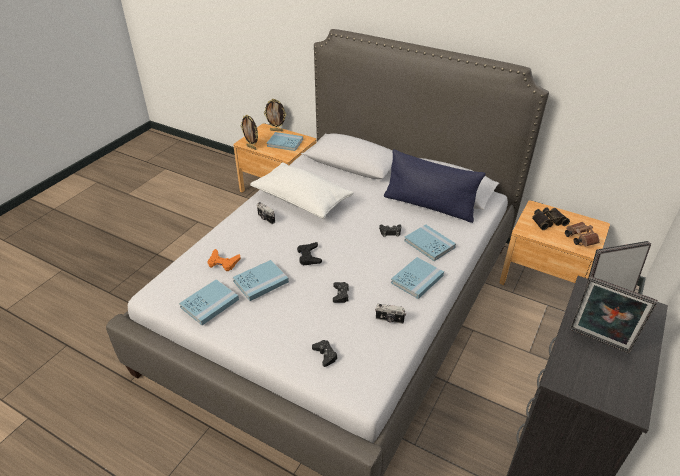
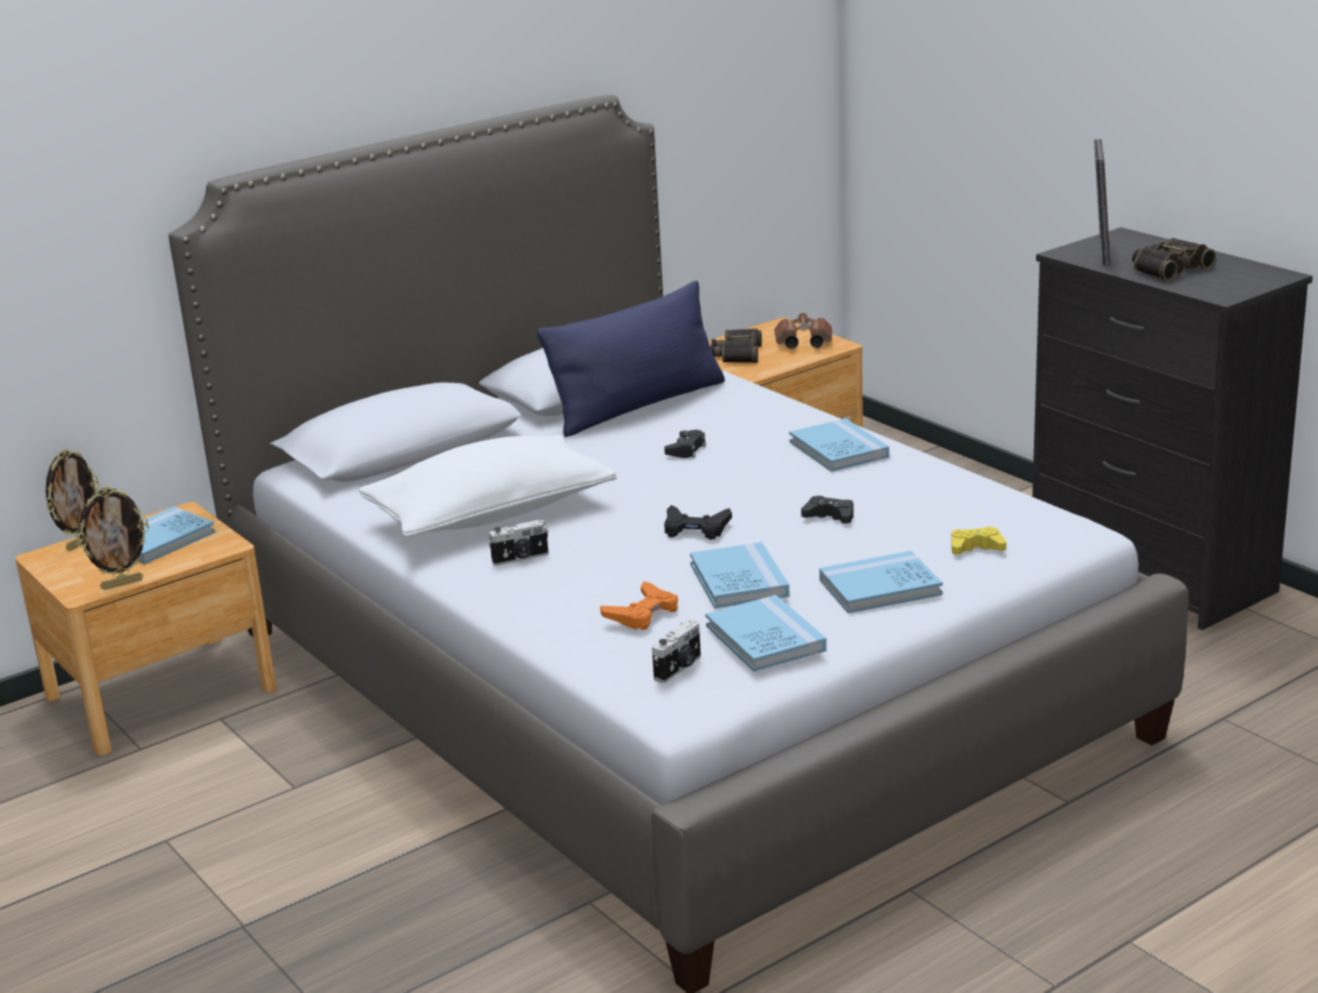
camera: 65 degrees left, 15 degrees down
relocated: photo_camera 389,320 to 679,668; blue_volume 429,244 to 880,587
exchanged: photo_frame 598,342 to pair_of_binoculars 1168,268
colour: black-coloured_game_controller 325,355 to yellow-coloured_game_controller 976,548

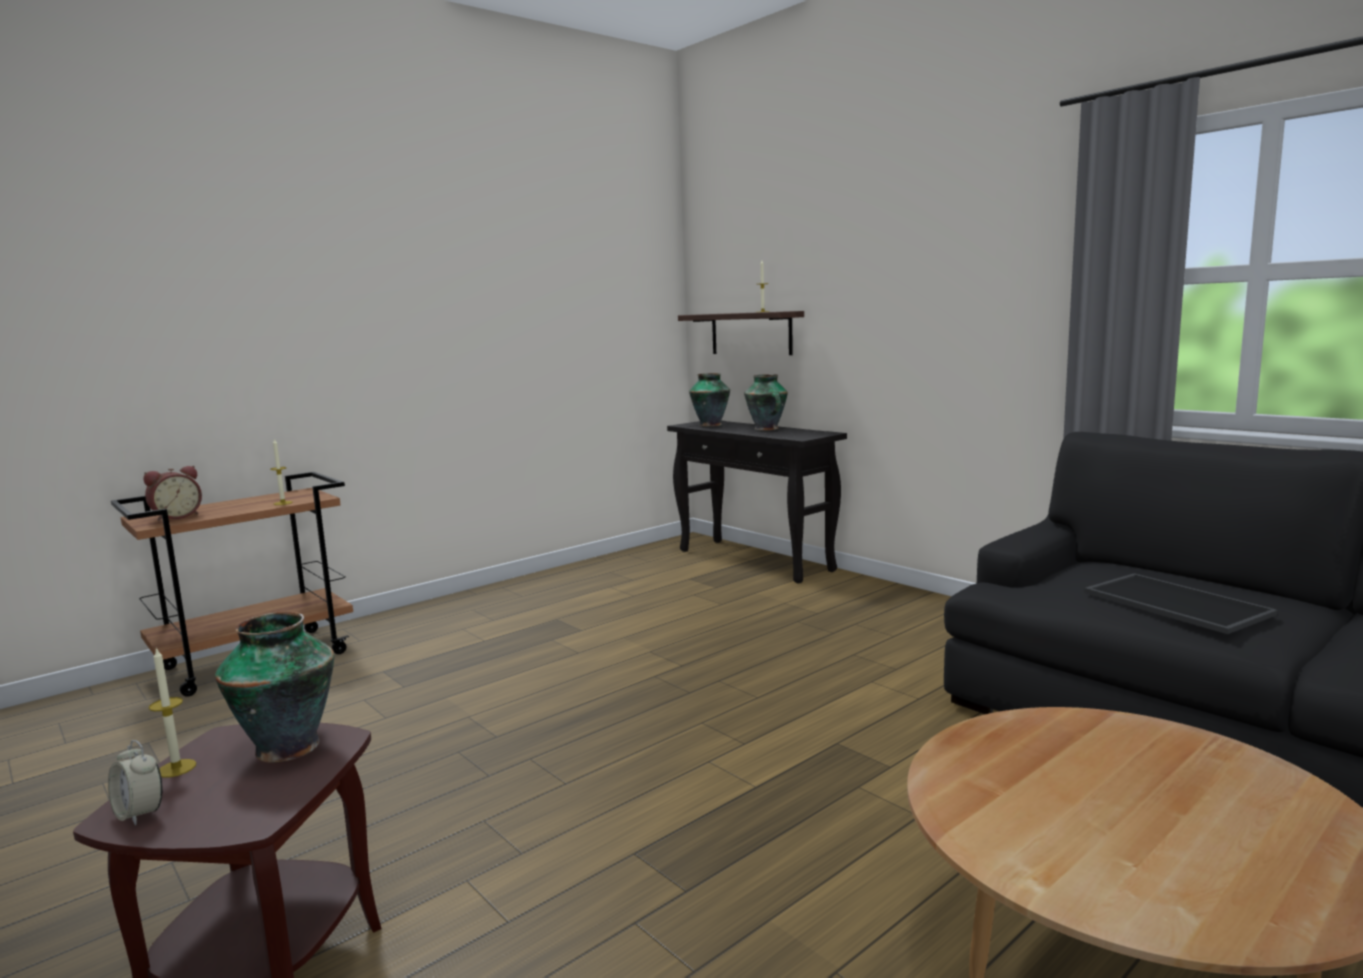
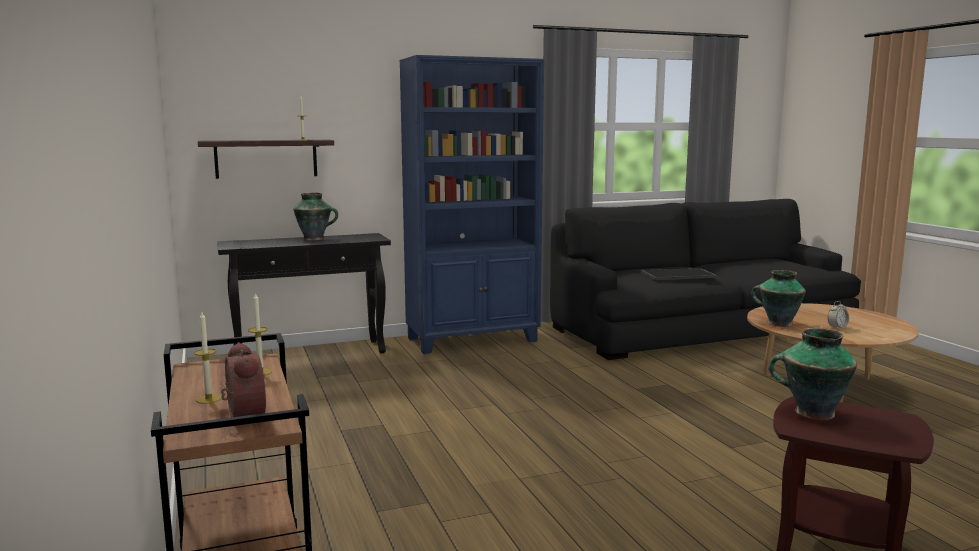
camera: 70 degrees left, 0 degrees up
appeared: blue_shelving_unit 473,340
relocated: table_clock 139,814 to 837,327; candle 176,768 to 208,399; flower_vase 711,425 to 778,323

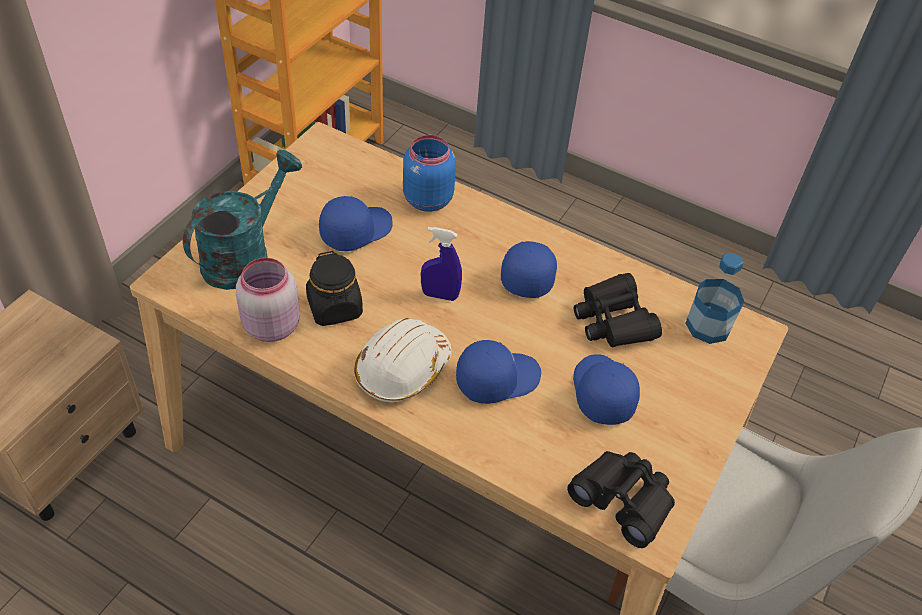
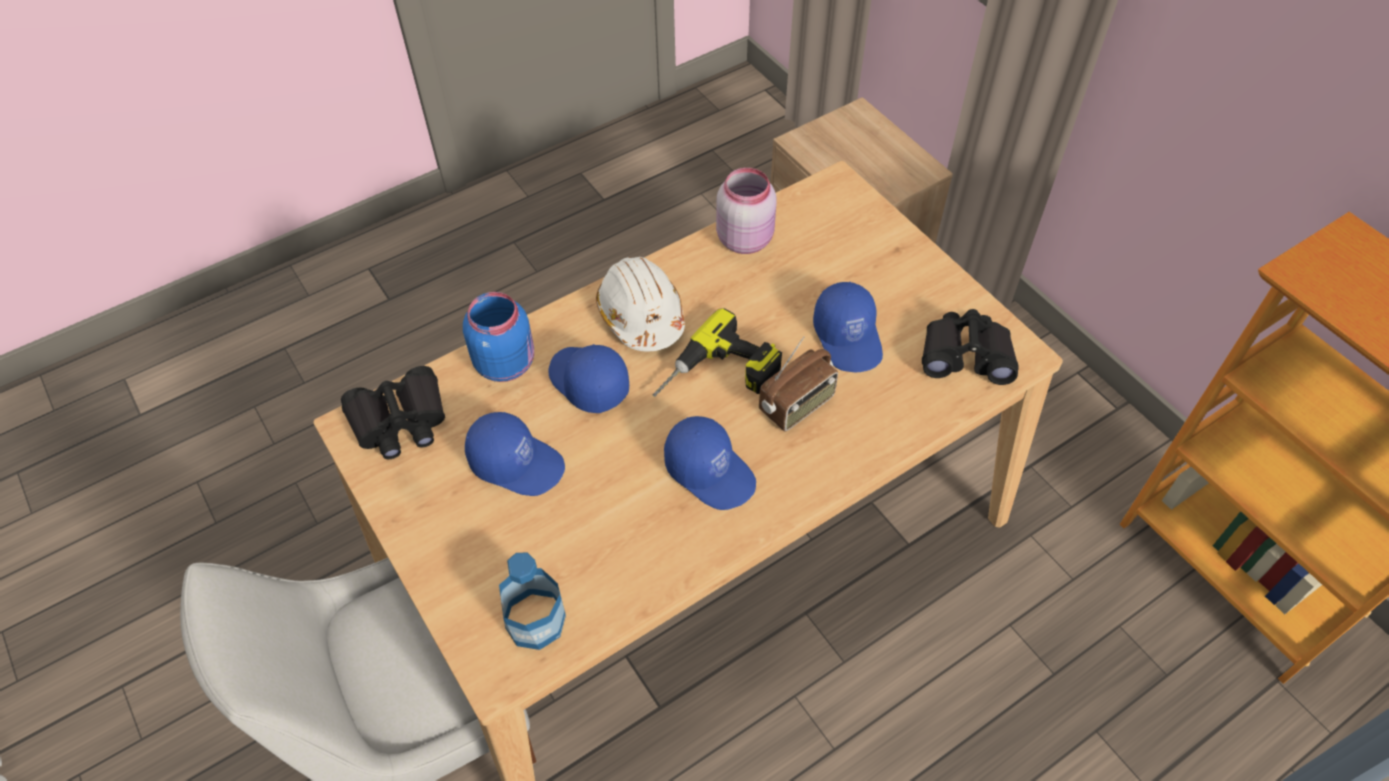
camera: 120 degrees right, 5 degrees up
missing: blue-green_watering_pot 244,256; black-coloured_preserve_jar 335,308
appeared: radio_receiver 797,405
relocated: blue_preserve_jar 426,199 to 506,362; black-coloured_pair_of_binoculars 613,320 to 966,355
exchanged: blue_sprayer 440,295 to electric_drill 718,377
spun: blue_baseball_cap 497,378 = 587,383 135 degrees clockwise

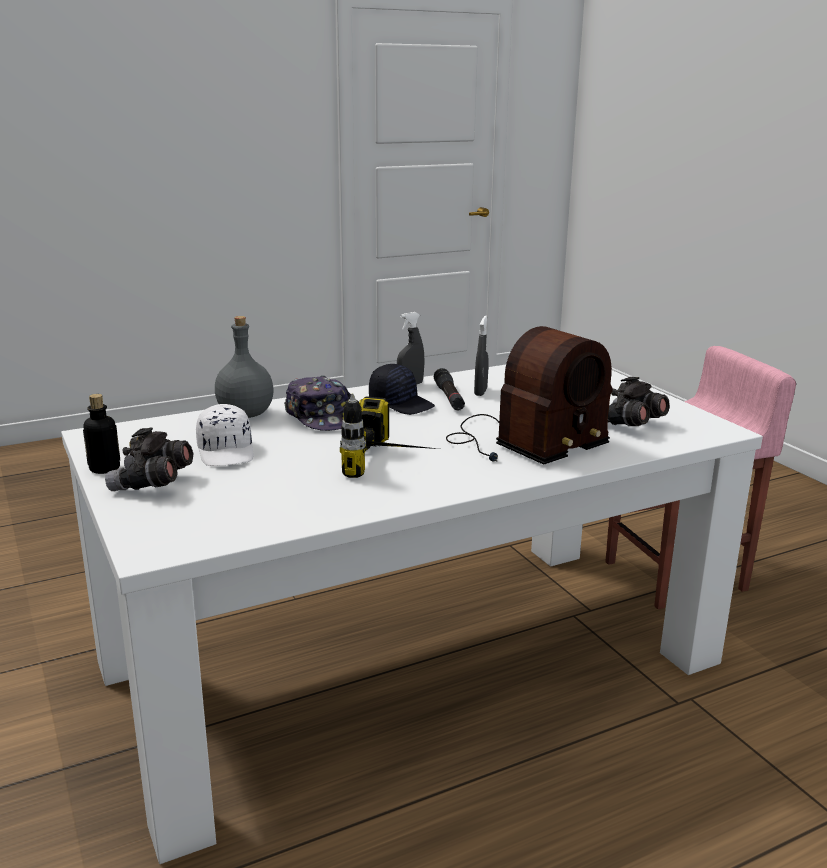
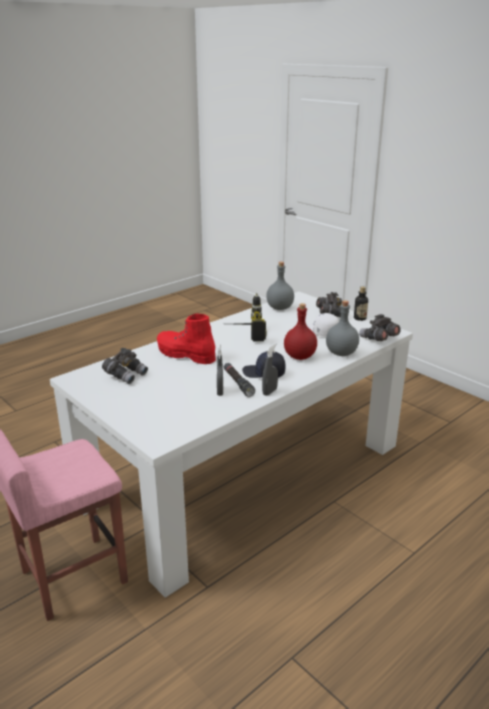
camera: 165 degrees right, 5 degrees up
appeared: greyish_drink_bottle 280,308; greyish_pair_of_binoculars 378,339
exchanged: baseball_cap 321,417 to red-coloured_drink_bottle 300,357; radio_receiver 523,442 to red-coloured_high-top_boot 185,355

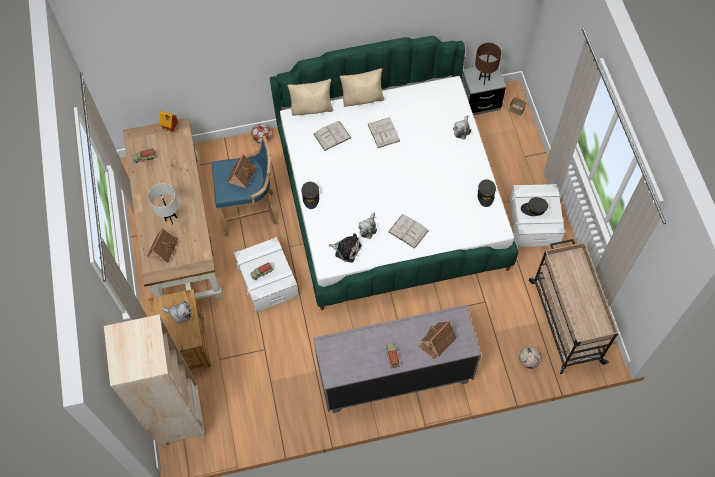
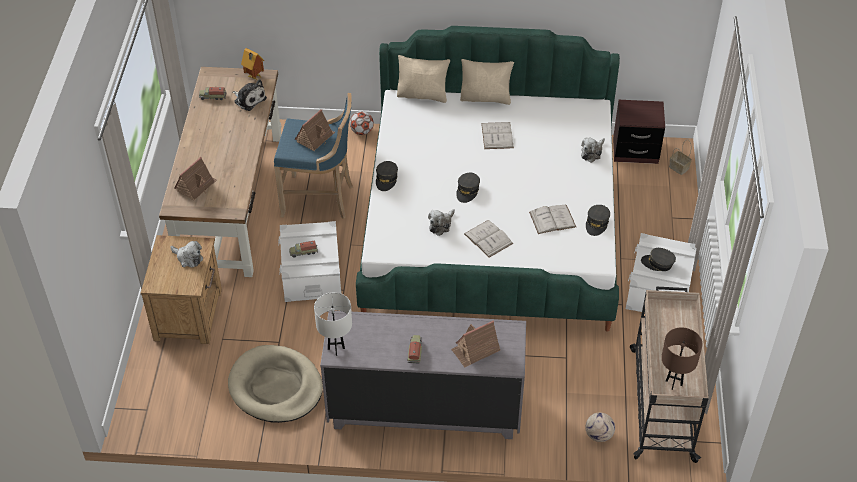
camera: 15 degrees right, 15 degrees down
missing: sand-coloured_shelving_unit 180,418
appeared: sand-coloured_pet_bed 276,387; greyish_baseball_cap 467,191
relocated: whitish_table_lamp 171,219 to 336,348; whitish_volume 332,136 to 552,219; cuddly_toy 346,249 to 249,99; brownish_table_lamp 484,79 to 673,383
colour: greyish_night_table 479,102 to brownish_night_table 635,151

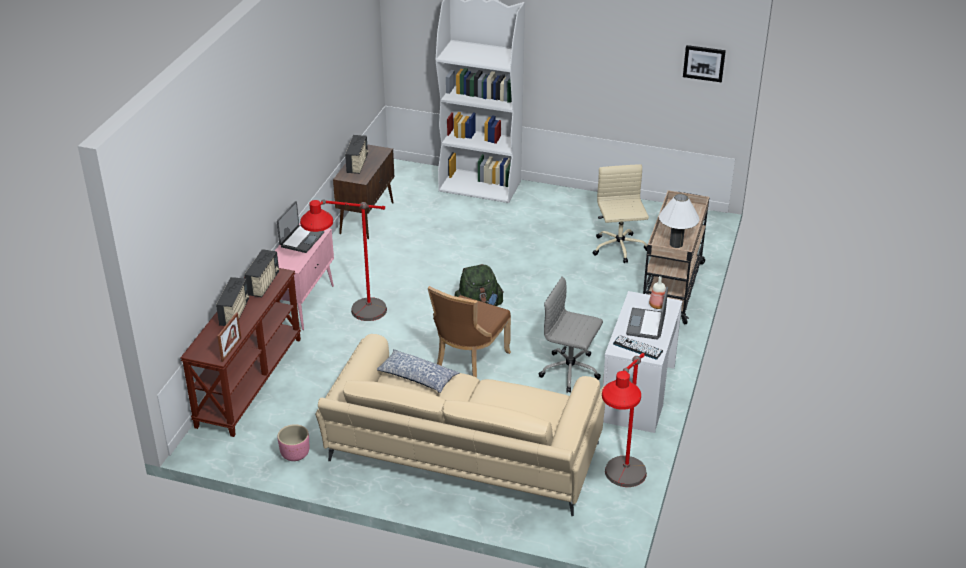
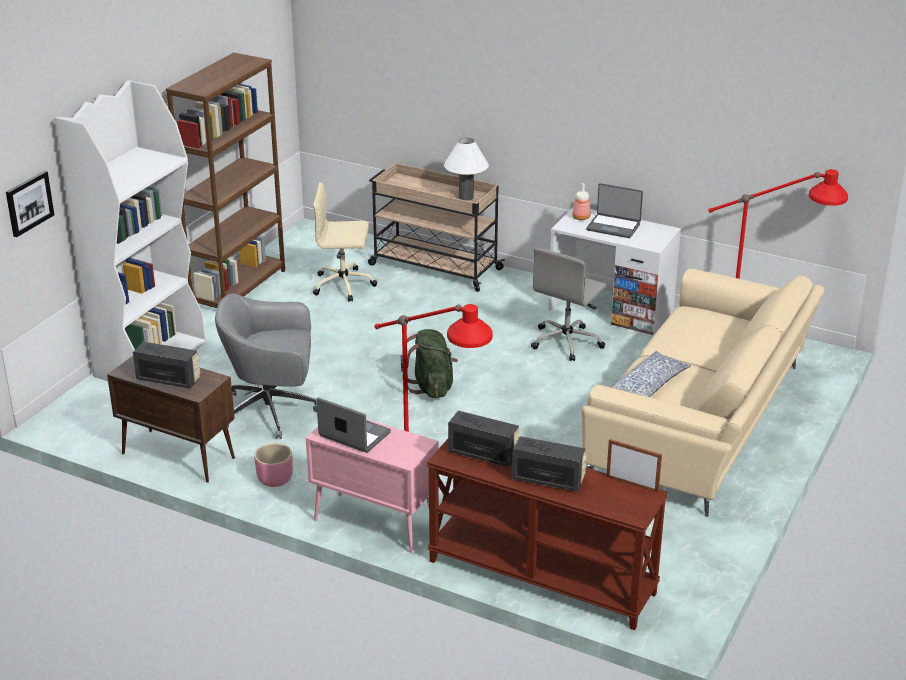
camera: 80 degrees left, 5 degrees down
missing: brownish_chair 468,363; keyboard 637,348
appeared: brownish_shelving_unit 238,288; greyish_office_chair 272,411
relocated: pinkish_plant_pot 294,454 to 275,480; wall_picture 704,63 to 29,203

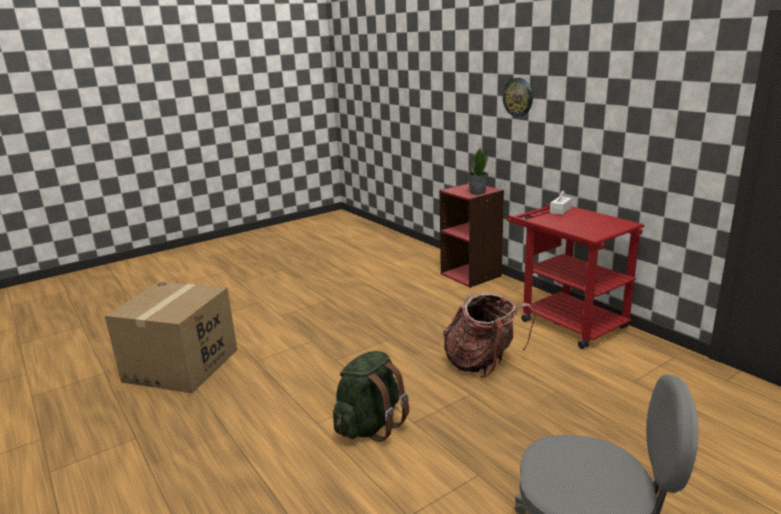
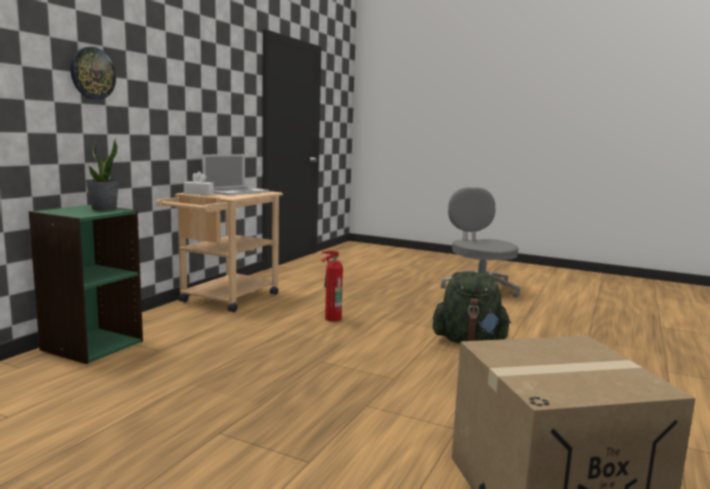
camera: 120 degrees left, 10 degrees down
appeared: laptop 236,192
exchanged: rucksack 483,363 to extinguisher 331,319
colour: red-coloured_shelving_unit 471,275 to greenish_shelving_unit 92,345; red-coloured_wheeled_cart 565,321 to sand-coloured_wheeled_cart 224,300

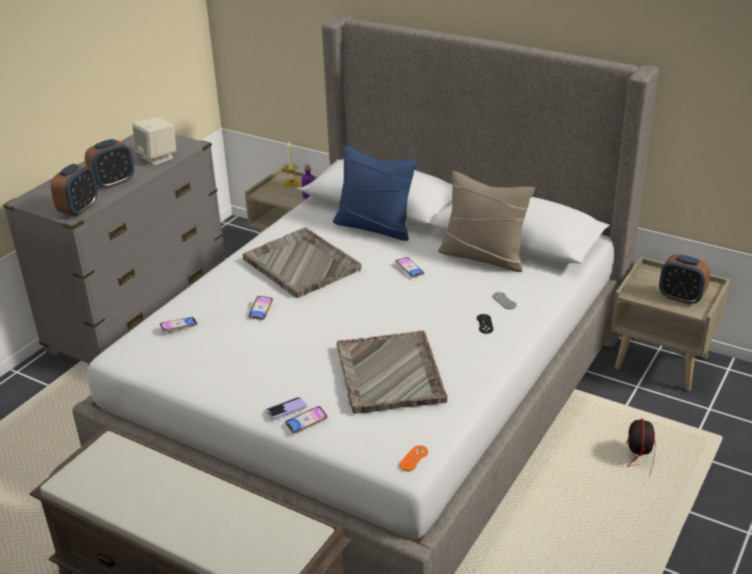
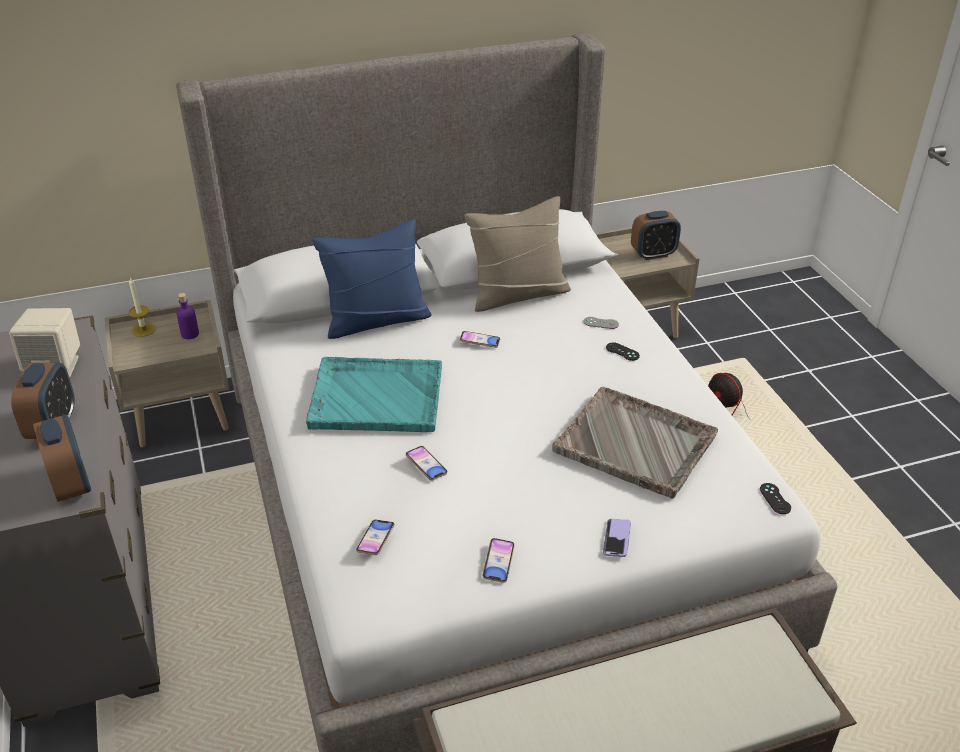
camera: 50 degrees left, 5 degrees up
relocated: handset 306,422 to 498,562
colour: greyish_serving_tray 301,264 to blue-green_serving_tray 375,397; orange-coloured_game_controller 414,458 to black-coloured_game_controller 775,498

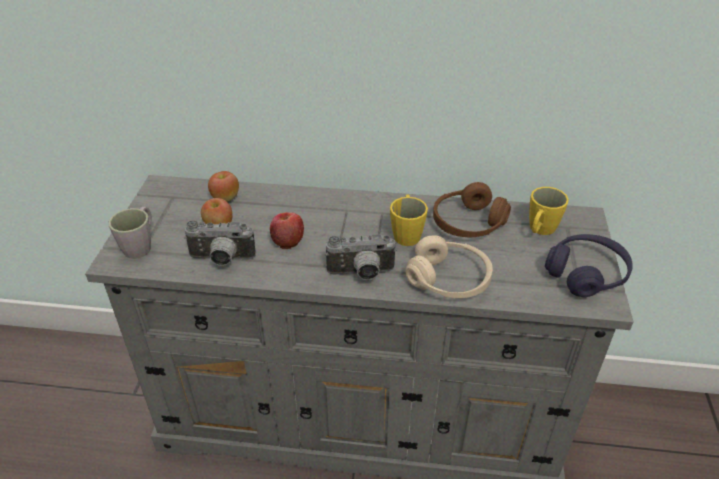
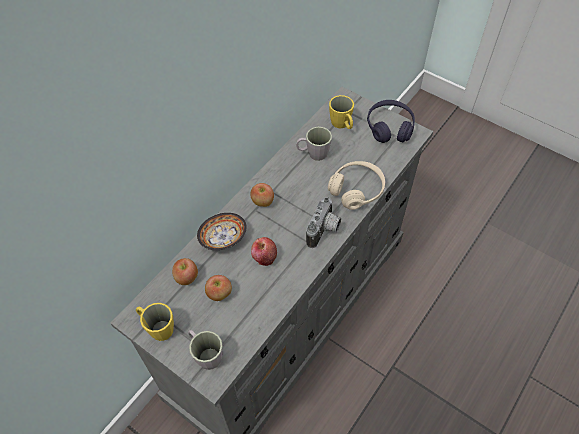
camera: 60 degrees left, 15 degrees up
missing: photo_camera 221,260
appeared: serving_bowl 222,238; apple_fruit 262,202
relocated: yellow-coloured_tea_mug 406,233 to 157,327
exchanged: brownish_headset 468,223 to greyish_tea_mug 313,154

